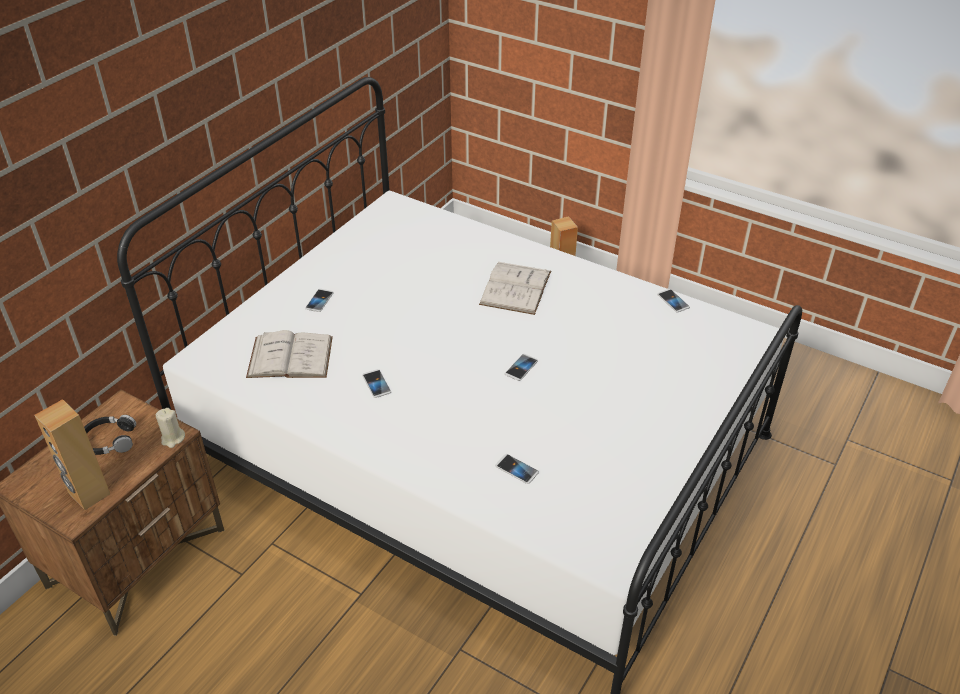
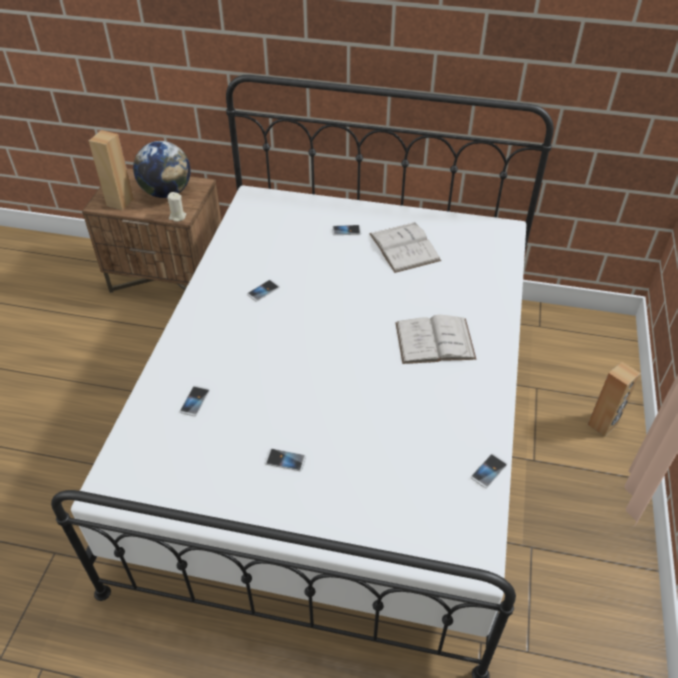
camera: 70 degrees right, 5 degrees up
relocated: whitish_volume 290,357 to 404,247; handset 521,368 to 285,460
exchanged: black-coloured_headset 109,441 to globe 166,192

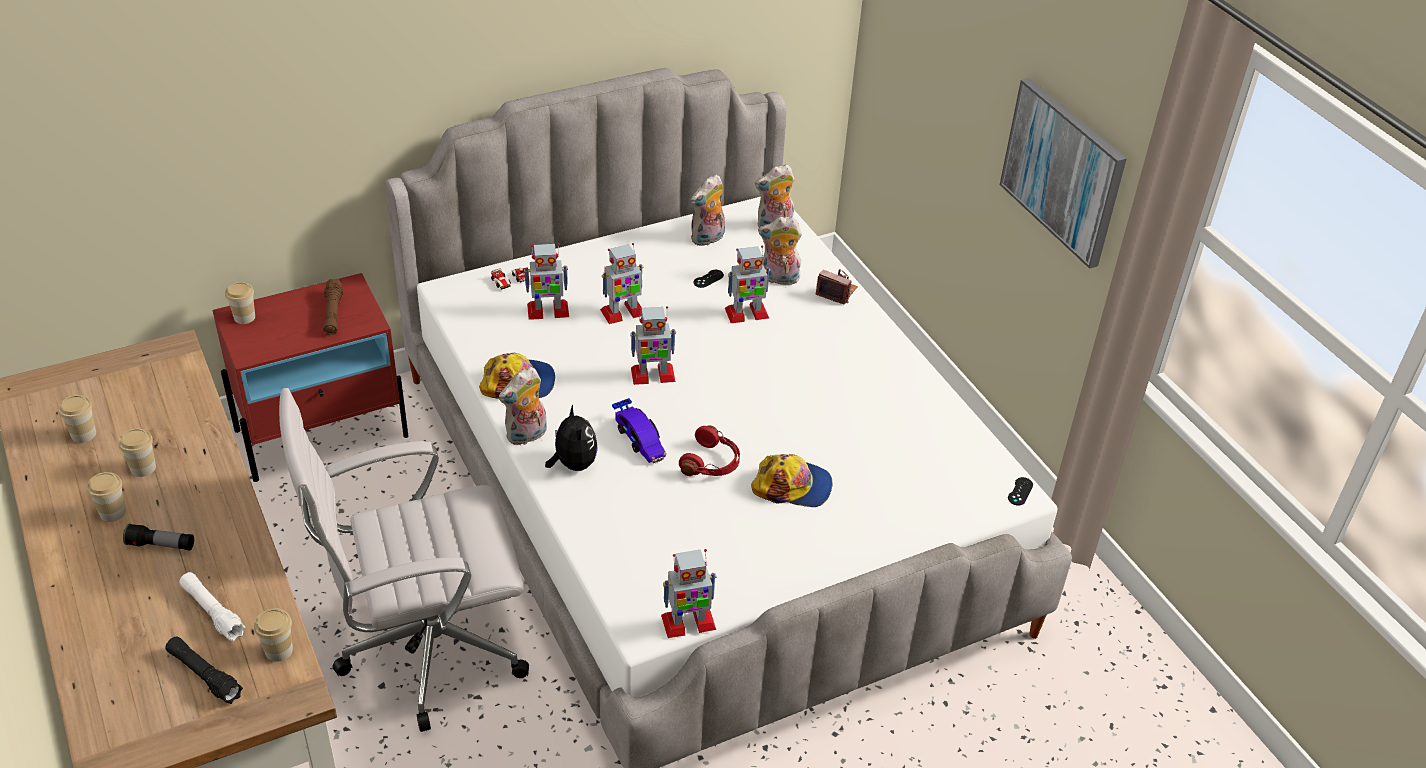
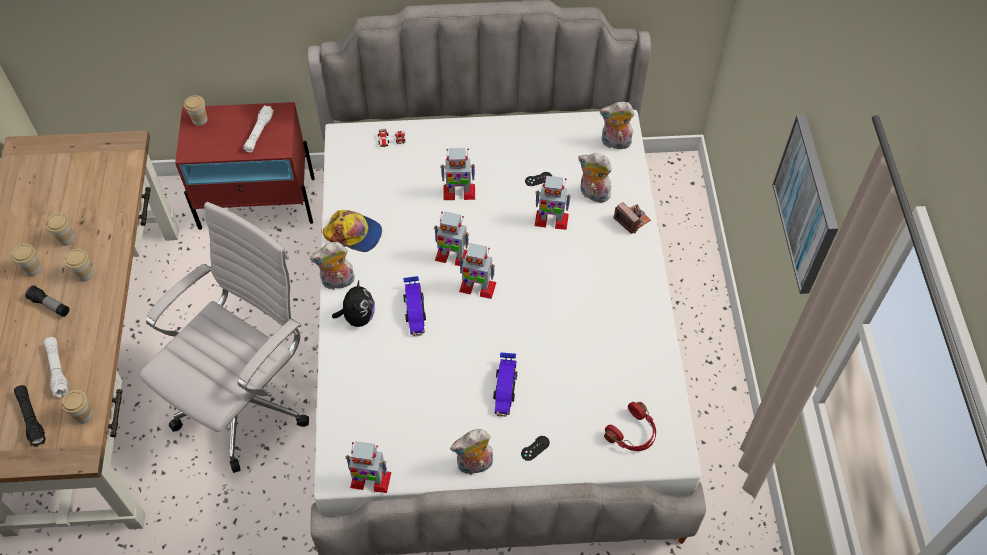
camera: 25 degrees right, 15 degrees up
relocated: small_cup 83,434 to 85,274; model_robot 547,311 to 477,287; red-coloured_headset 712,463 to 633,434; cuddly_toy 708,239 to 474,465; black-coloured_game_controller 1020,491 to 535,448
exchanged: baseball_cap 792,486 to miniature_car 505,388
colour: brownish_flashlight 333,313 to whitish_flashlight 259,133
spun: whitish_office_chair 424,652 = 248,401 120 degrees clockwise

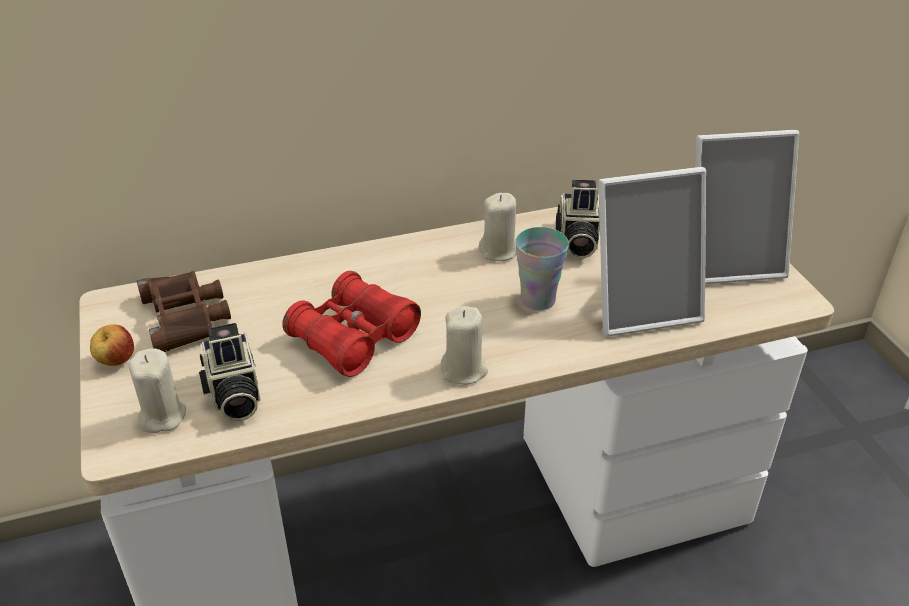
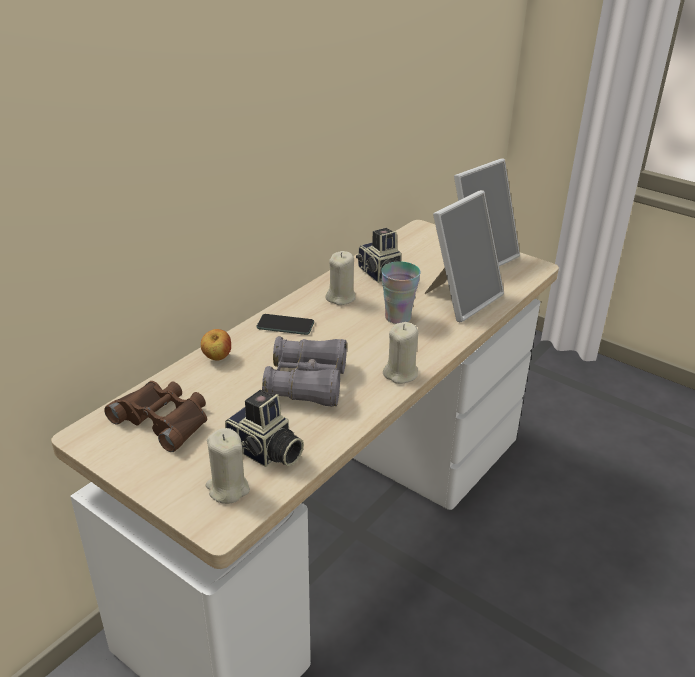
camera: 35 degrees left, 5 degrees down
appeared: handset 285,325
relocated: apple_fruit 116,361 to 217,358
colour: red-coloured_pair_of_binoculars 353,338 to greyish_pair_of_binoculars 307,383

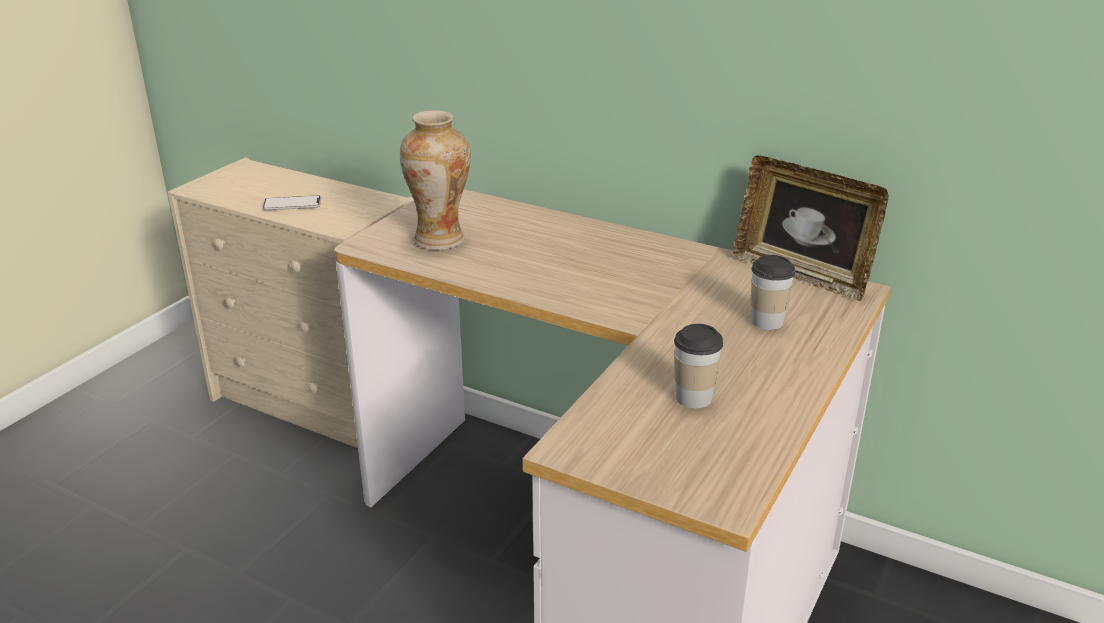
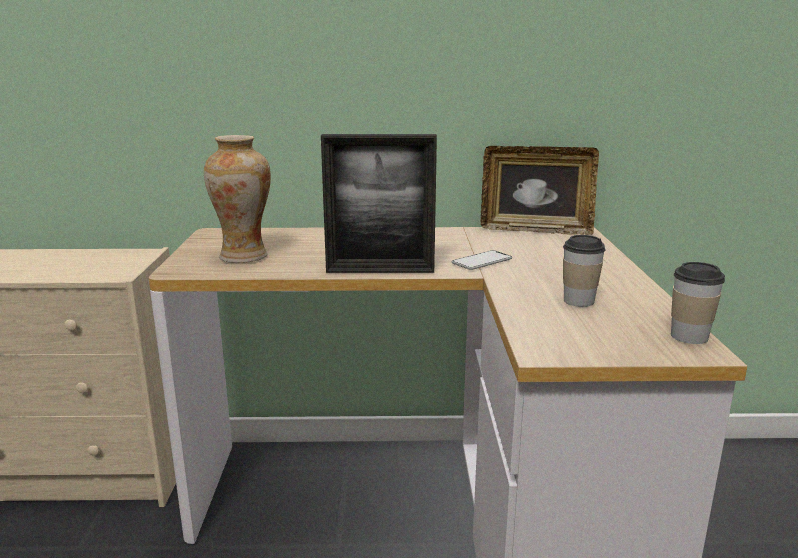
camera: 30 degrees left, 10 degrees down
appeared: photo_frame 380,271
relocated: handset 292,204 to 482,261; small_cup 767,321 to 689,336

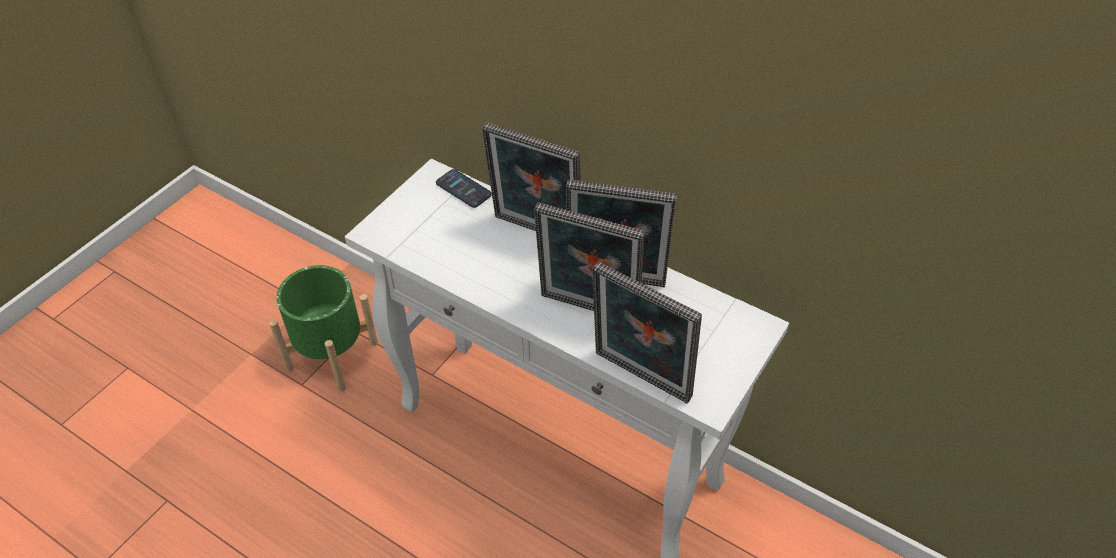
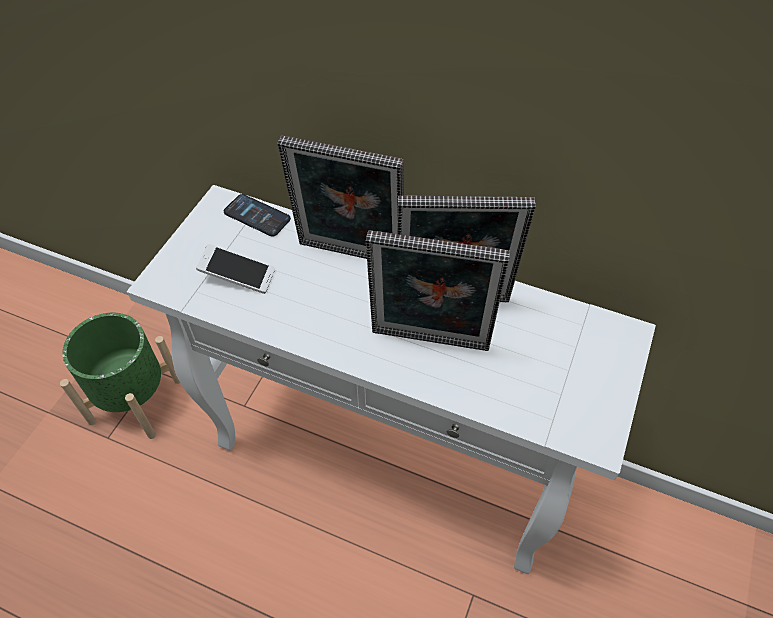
camera: 10 degrees left, 5 degrees up
missing: photo_frame 639,379
appeared: handset 238,276

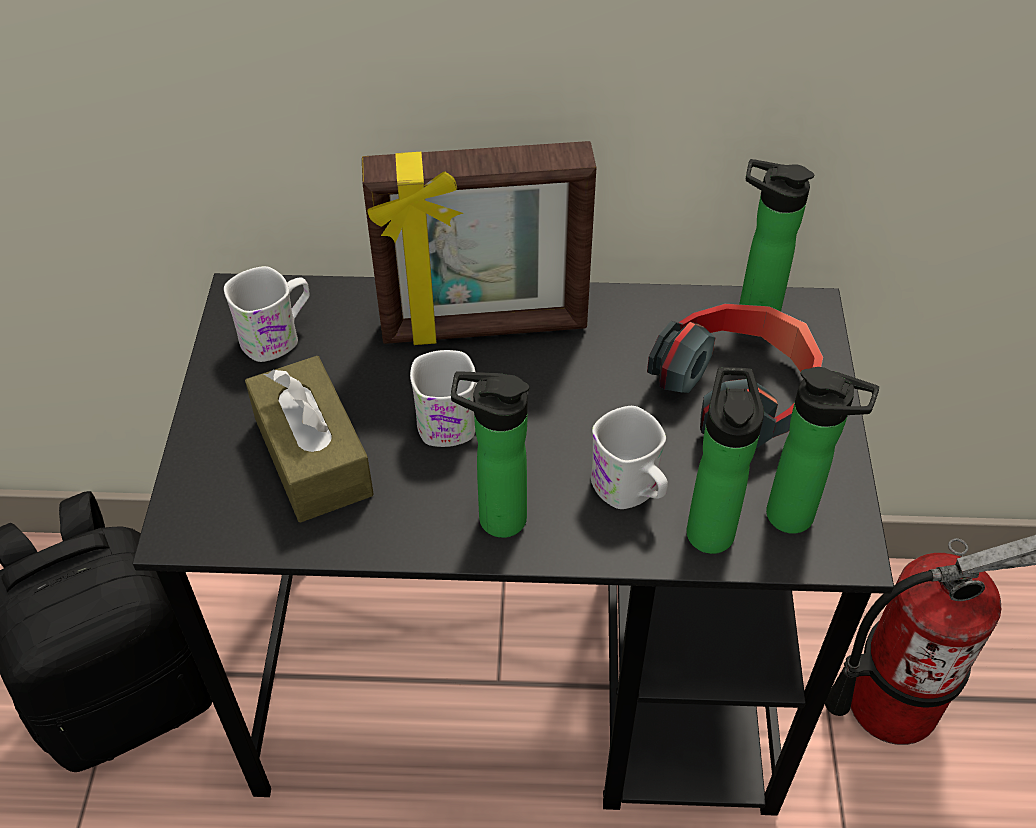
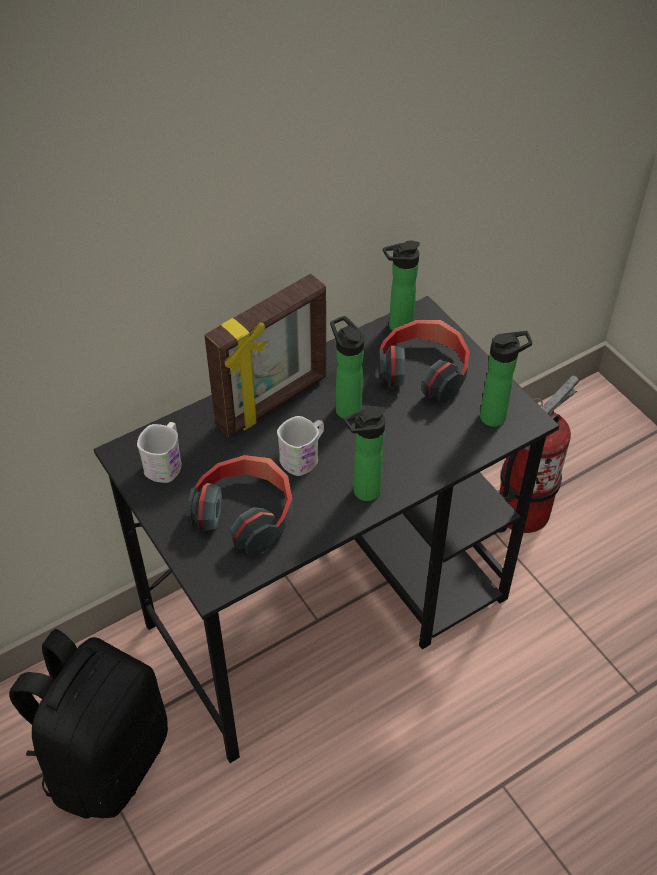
camera: 35 degrees left, 0 degrees up
missing: whitish_tea_mug 631,491
relocated: drink_bottle 709,527 to 346,407
exchanged: brownish_tissue_box 313,456 to headset 245,513

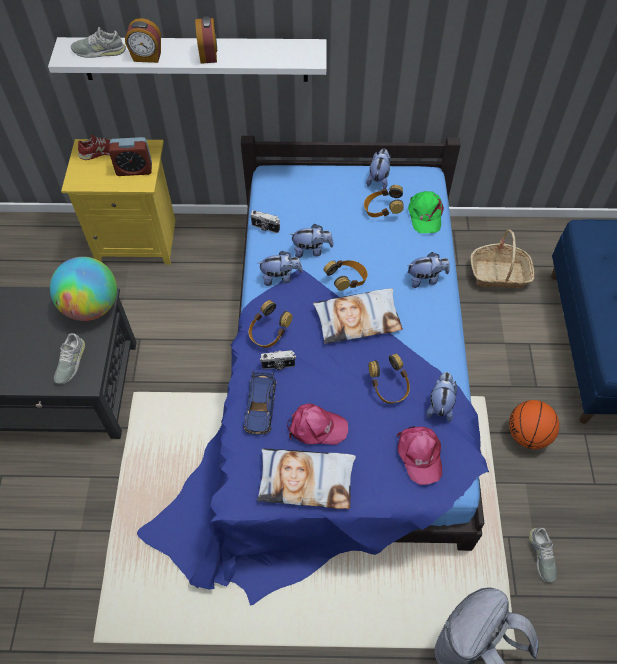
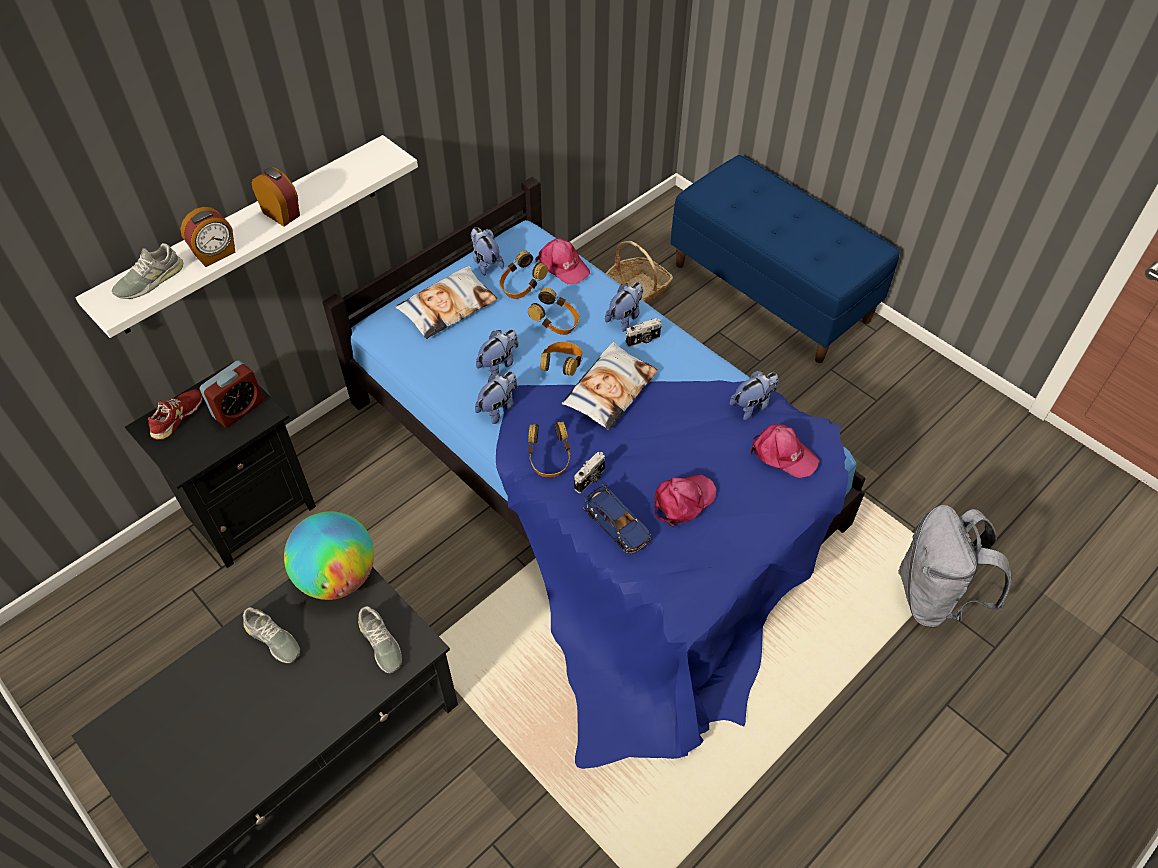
camera: 45 degrees left, 5 degrees down
missing: basketball_ball 528,435
relocated: photo_camera 265,227 to 643,340; throw_pillow 306,480 to 448,307; headset 389,387 to 556,324; greyish_item_of_footwear 542,556 to 273,639
colour: yellow-coloured_night_table 137,240 to black-coloured_night_table 249,511; greenish_baseball_cap 425,215 to pinkish_baseball_cap 563,266
spun: cuddly_toy 440,405 = 752,405 90 degrees clockwise

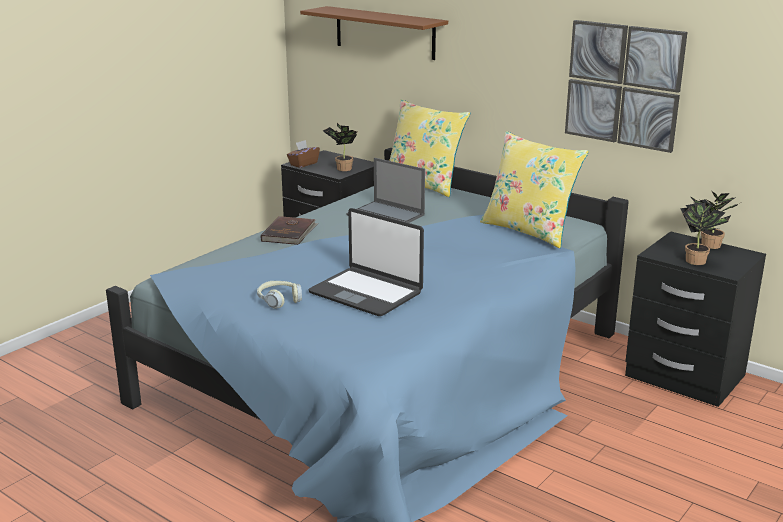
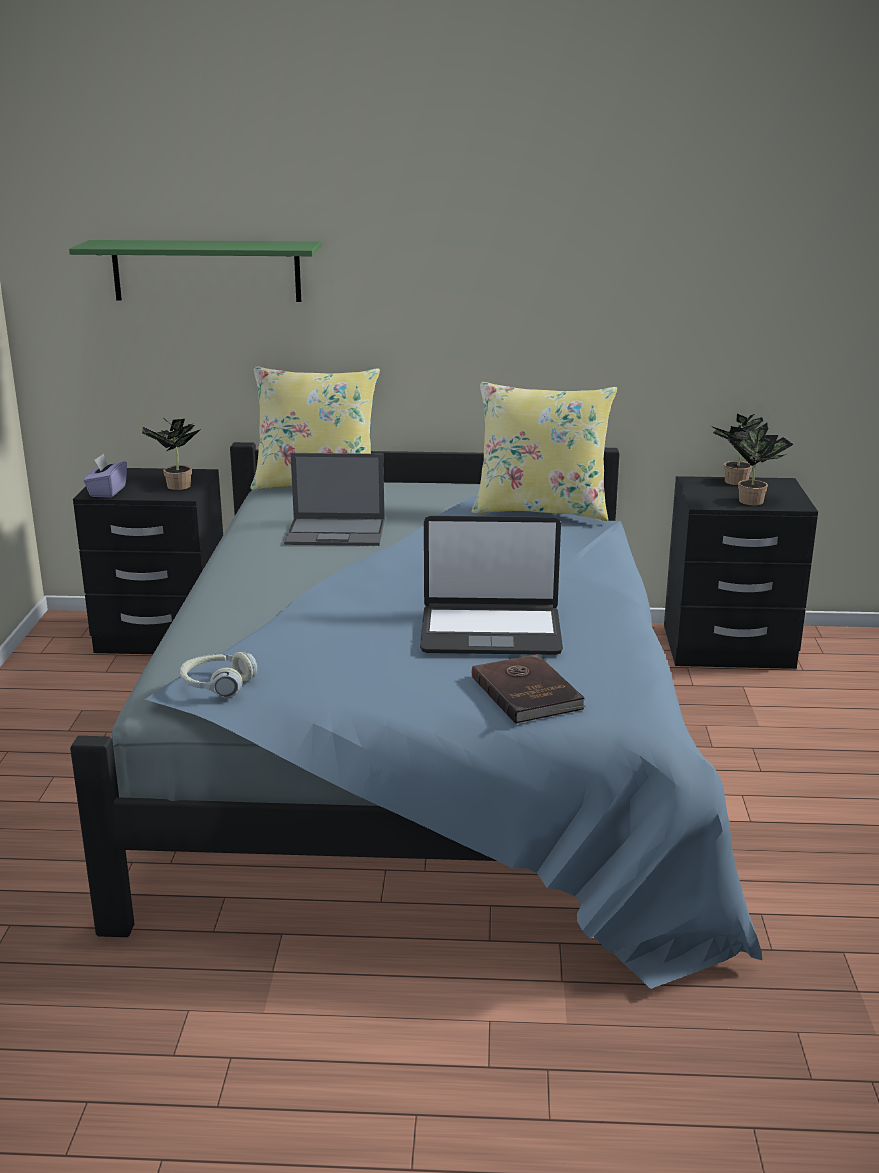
camera: 35 degrees left, 0 degrees up
missing: wall_picture 623,85
relocated: headset 279,300 to 217,685; brownish_volume 289,233 to 527,692
colour: brownish_tissue_box 303,164 to purple-coloured_tissue_box 107,491; brownish_bracket_shelf 384,32 to greenish_bracket_shelf 206,271

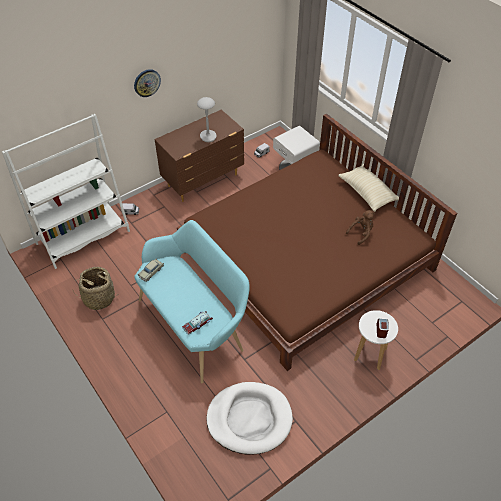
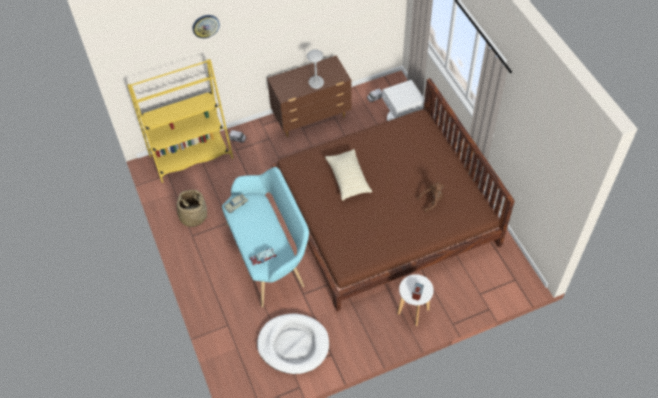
camera: 15 degrees right, 5 degrees up
relocated: hanging_clock 147,82 to 205,26; sand-coloured_throw_pillow 367,193 to 348,179
colour: whitish_shelving_unit 83,237 to yellow-coloured_shelving_unit 191,157

